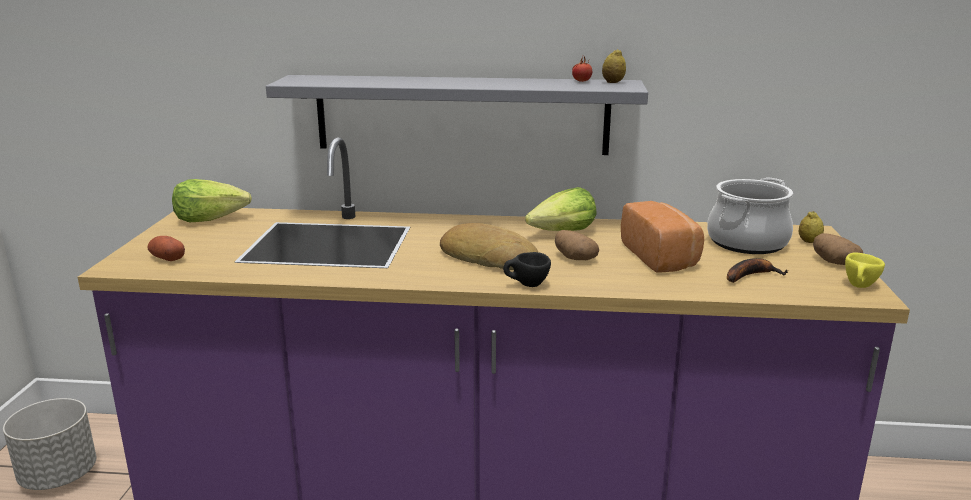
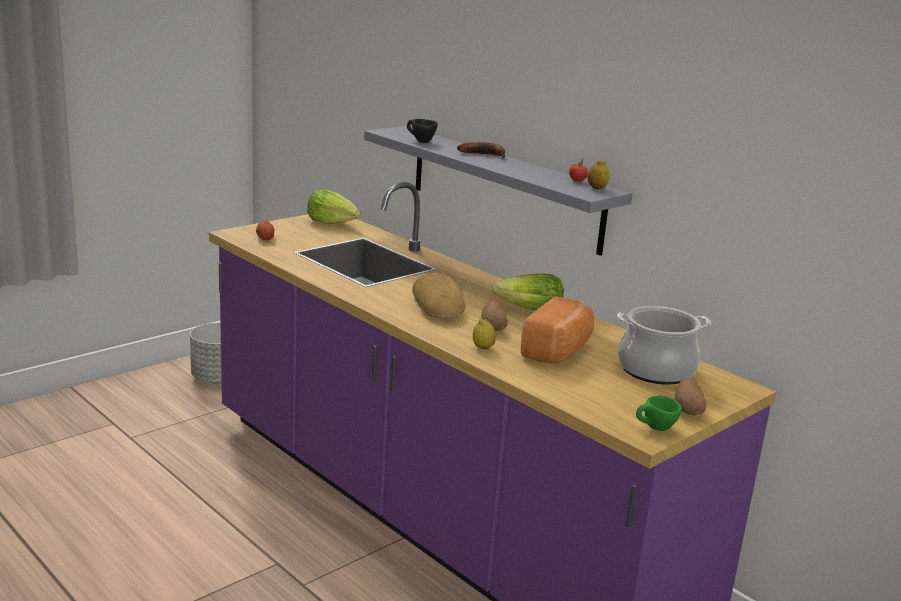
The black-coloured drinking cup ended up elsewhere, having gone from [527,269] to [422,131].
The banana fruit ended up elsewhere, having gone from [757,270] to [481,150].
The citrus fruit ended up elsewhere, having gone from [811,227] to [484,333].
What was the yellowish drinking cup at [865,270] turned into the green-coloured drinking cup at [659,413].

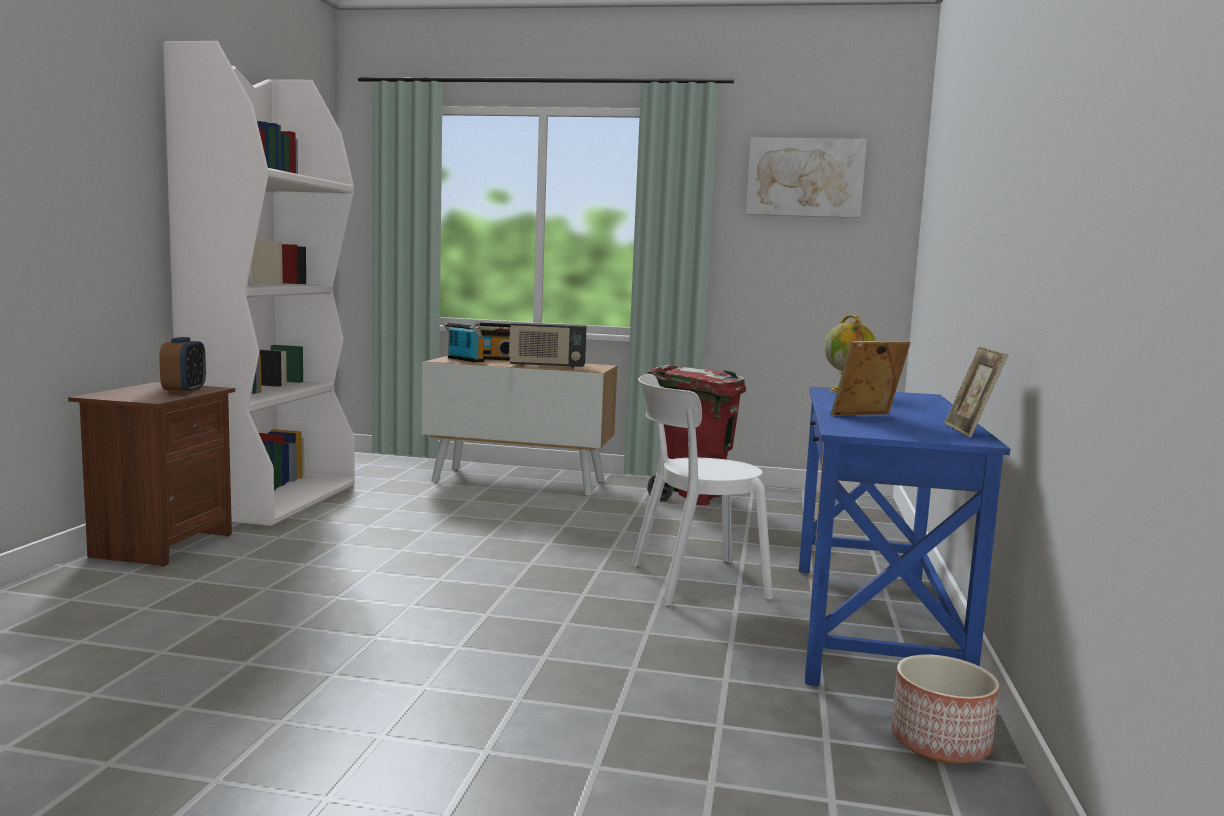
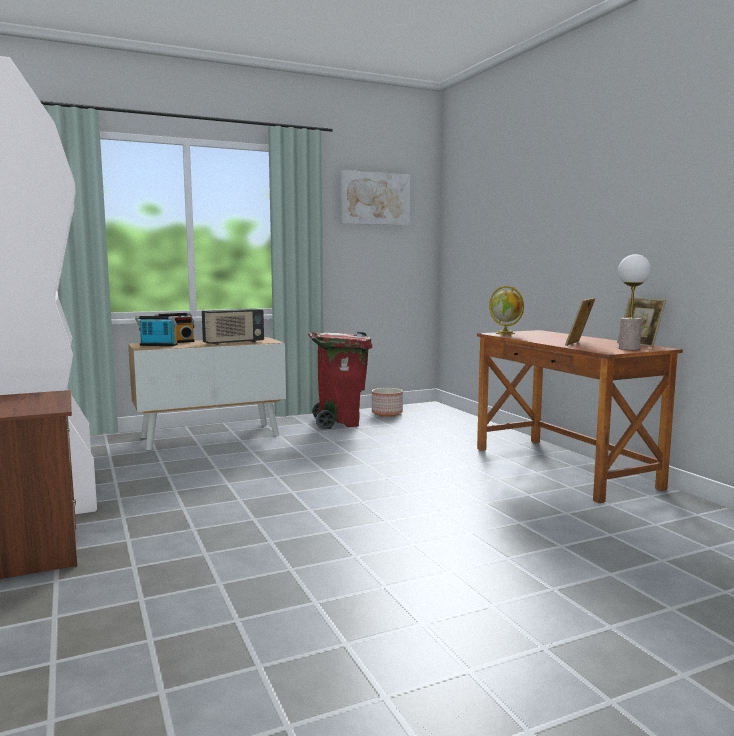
The planter ended up elsewhere, having gone from [945,709] to [387,402].
What was the blue desk at [904,536] turned into the brown desk at [580,416].
The second view gained the tabletop lamp at [634,302].
The second view lost the bedside clock at [182,365].
The second view lost the white-coloured upright chair at [702,490].

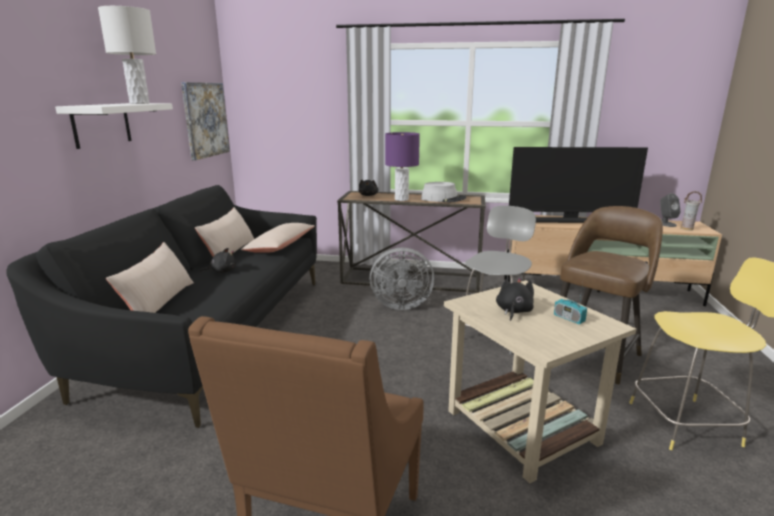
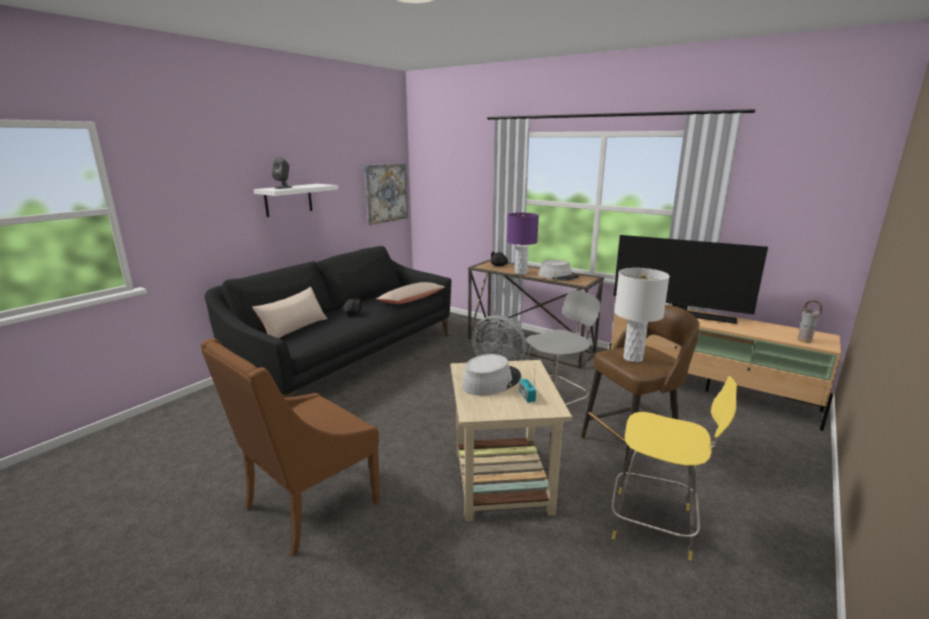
The greyish speaker ended up elsewhere, having gone from [670,210] to [282,173].
Where the black-coloured plush toy stood at [515,299], the greyish wearable hat came to stand at [491,375].
The white-coloured tabletop lamp ended up elsewhere, having gone from [127,55] to [641,315].
The second view lost the sand-coloured pillow at [224,232].

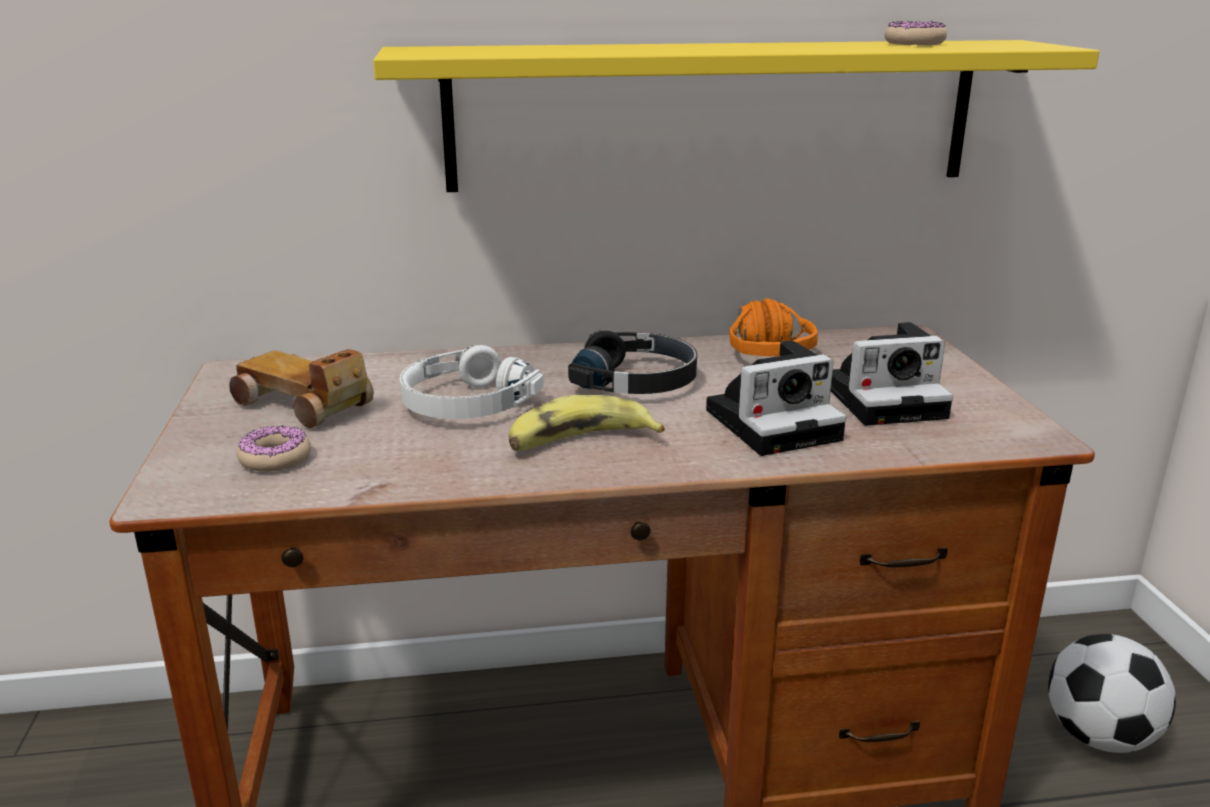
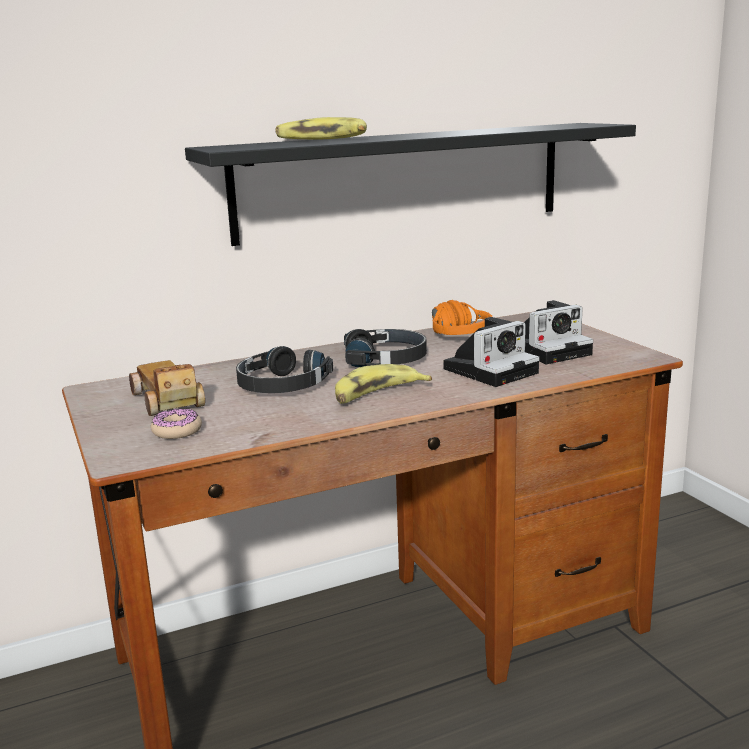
The model car at [301,388] ended up facing another way, 45 degrees clockwise from before.
What was the yellowish wall shelf at [736,116] turned into the black-coloured wall shelf at [410,184].
What was the white-coloured headset at [472,382] turned into the black-coloured headset at [284,369].
The second view gained the banana fruit at [321,128].
The second view lost the doughnut at [916,33].
The second view lost the football at [1112,693].

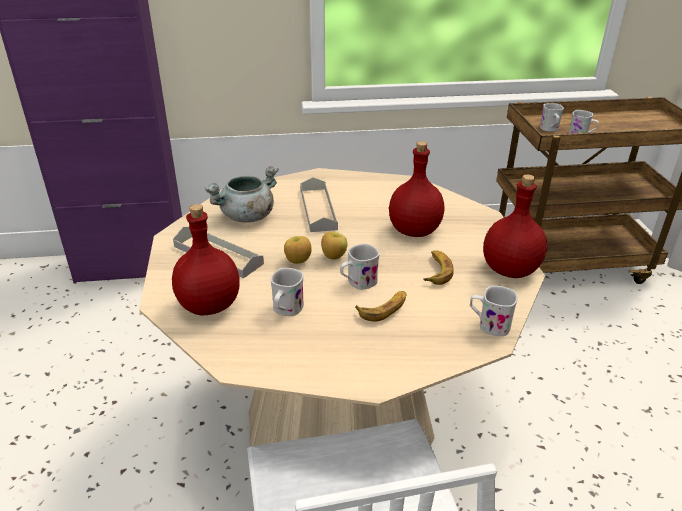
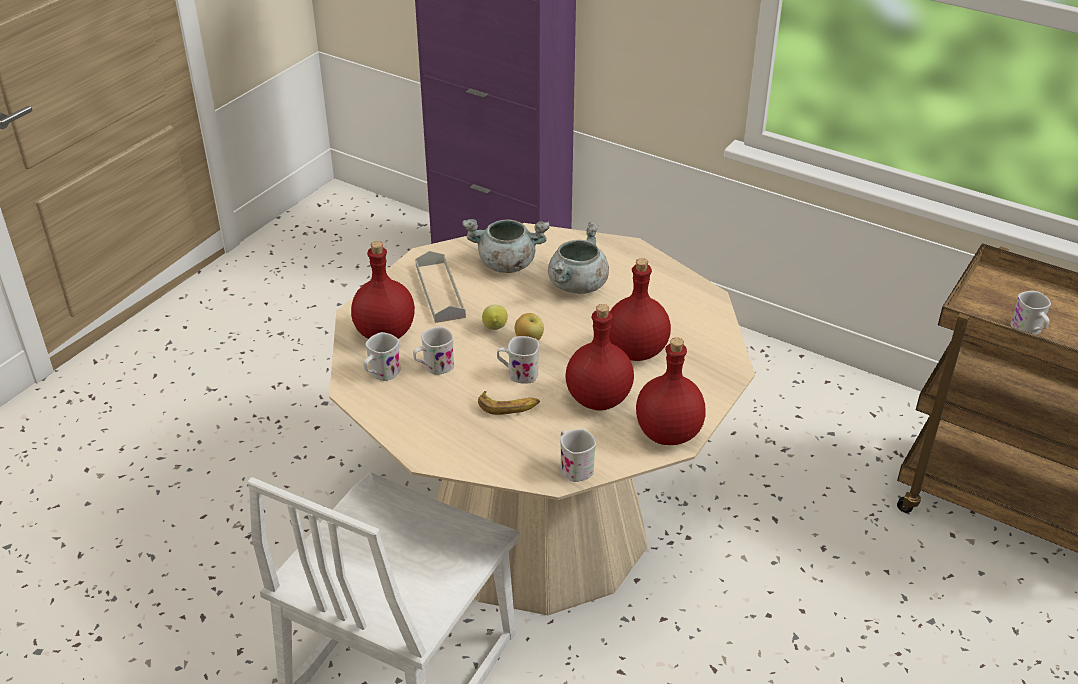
The white-coloured tea mug ended up elsewhere, having gone from [552,117] to [382,356].
Where the apple fruit stood at [298,250], the citrus fruit came to stand at [495,317].
Where the greyish tray stood at [319,204], the greyish stockpot came to stand at [578,258].
Where the banana fruit stood at [438,268], the reddish bottle came to stand at [599,357].

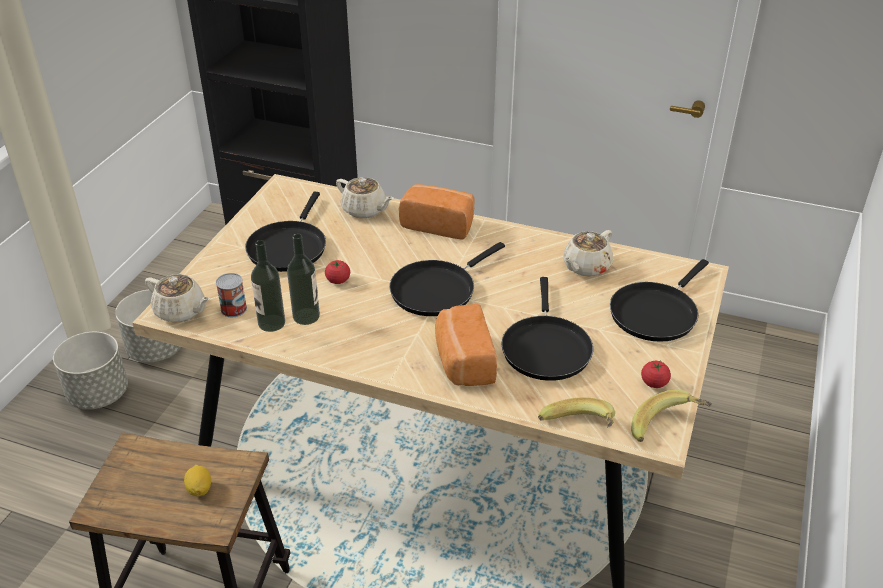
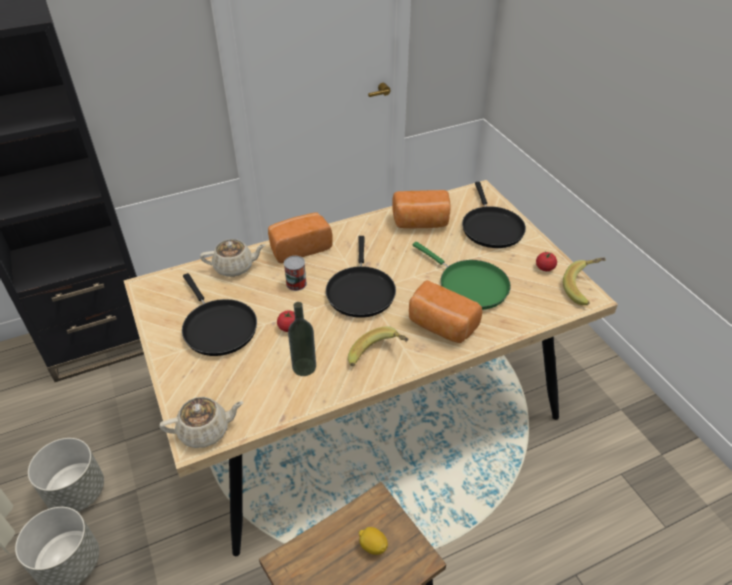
The can ended up elsewhere, having gone from [231,295] to [295,273].
The banana fruit ended up elsewhere, having gone from [576,412] to [378,346].
Where the sand-coloured teapot stood at [588,253], the baked bread came to stand at [421,209].
What was the black-coloured frying pan at [547,329] turned into the green-coloured frying pan at [462,276].
The second view lost the bottle at [268,286].

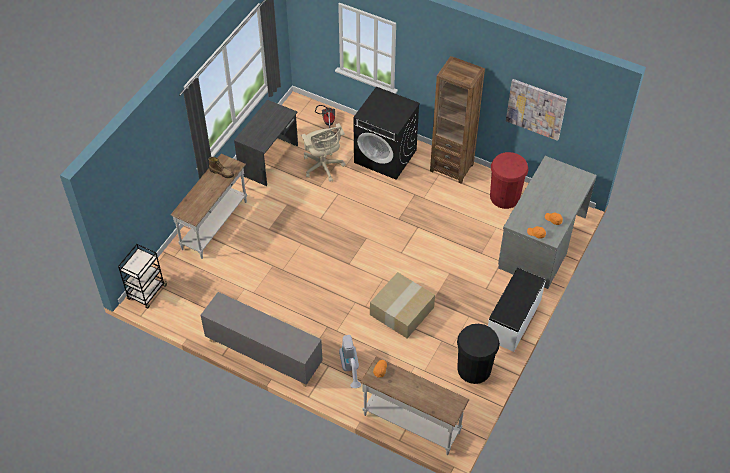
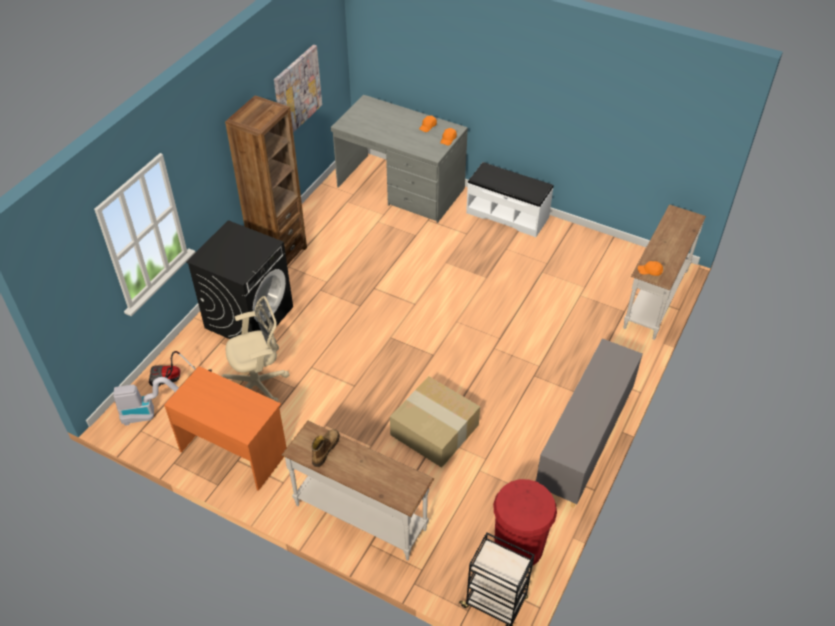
The vacuum ended up elsewhere, having gone from [350,361] to [146,401].
What was the greyish desk at [266,143] turned into the orange-coloured desk at [225,428].
The cardboard box ended up elsewhere, having gone from [402,305] to [435,422].
The reddish waste bin ended up elsewhere, having gone from [509,180] to [525,522].
The second view lost the black-coloured waste bin at [478,354].

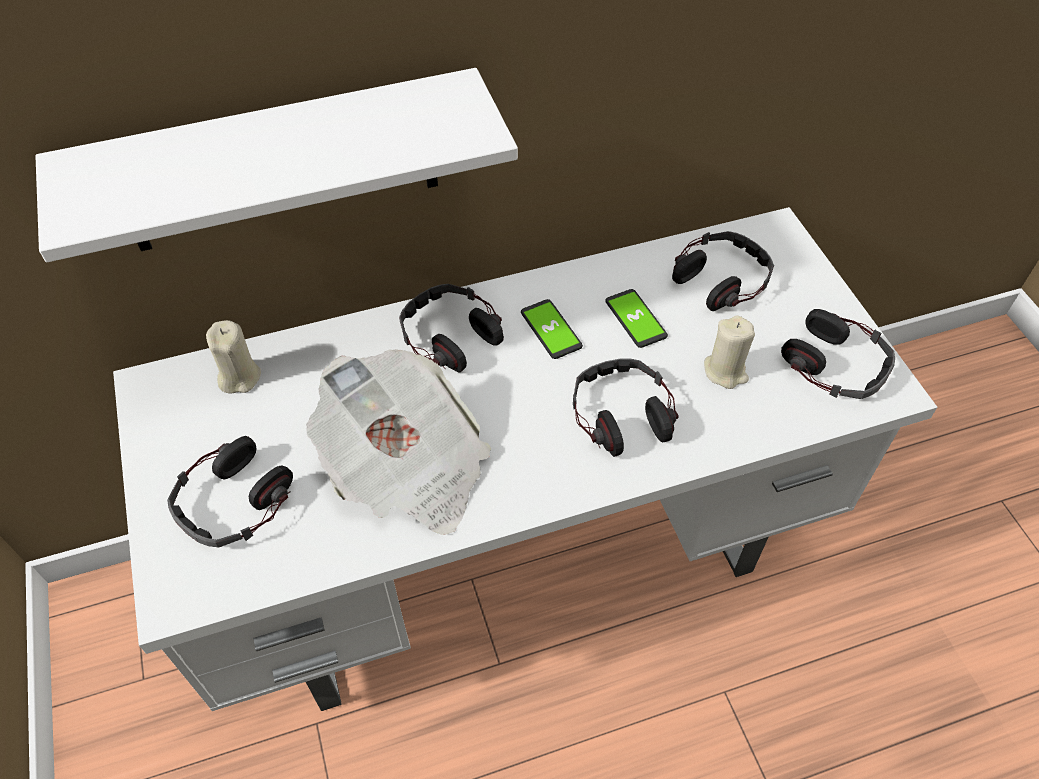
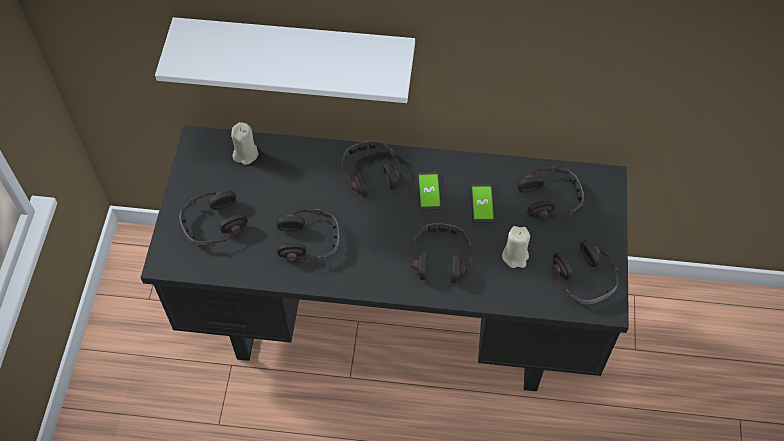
What was the white-coloured desk at [525,459] turned into the black-coloured desk at [385,258].
Where the newspaper stood at [398,442], the headset came to stand at [308,236].

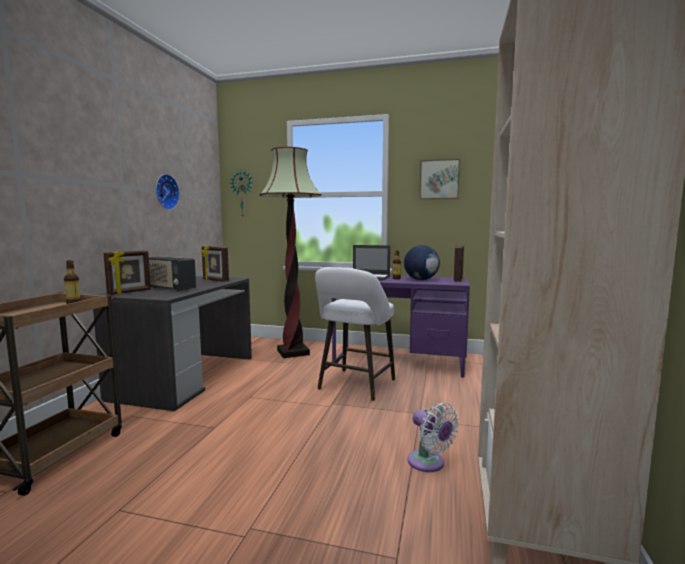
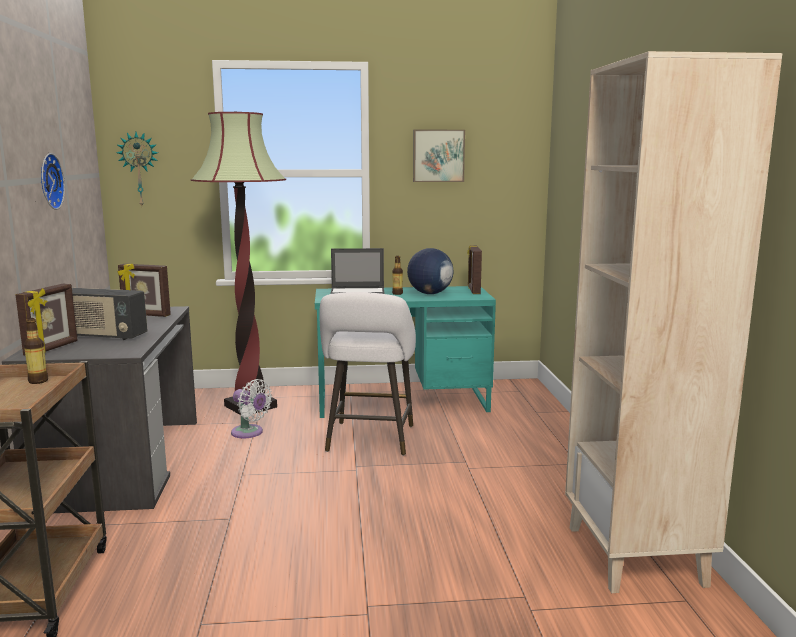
The white-coloured cooling fan ended up elsewhere, having gone from [433,437] to [251,408].
What was the purple-coloured desk at [401,327] turned into the blue-green desk at [405,352].

